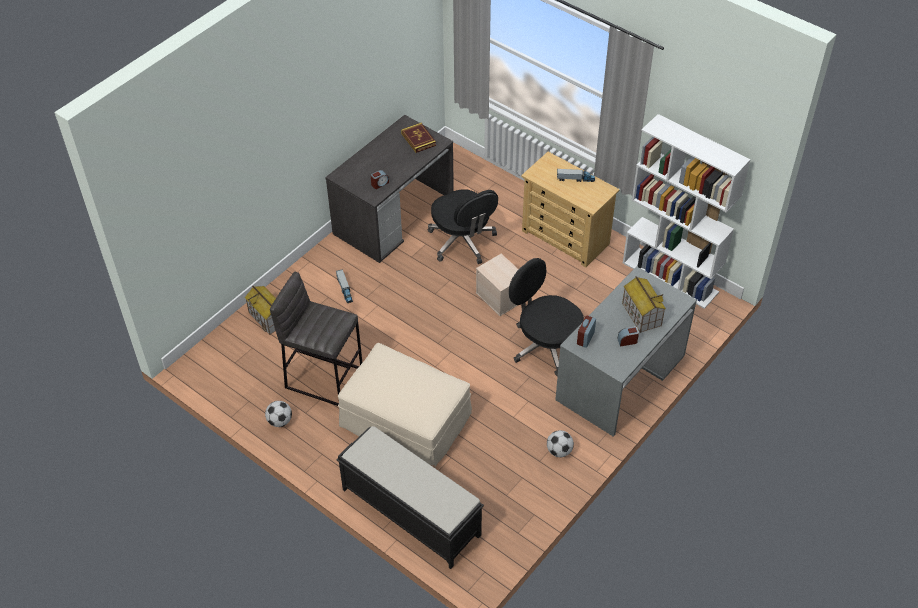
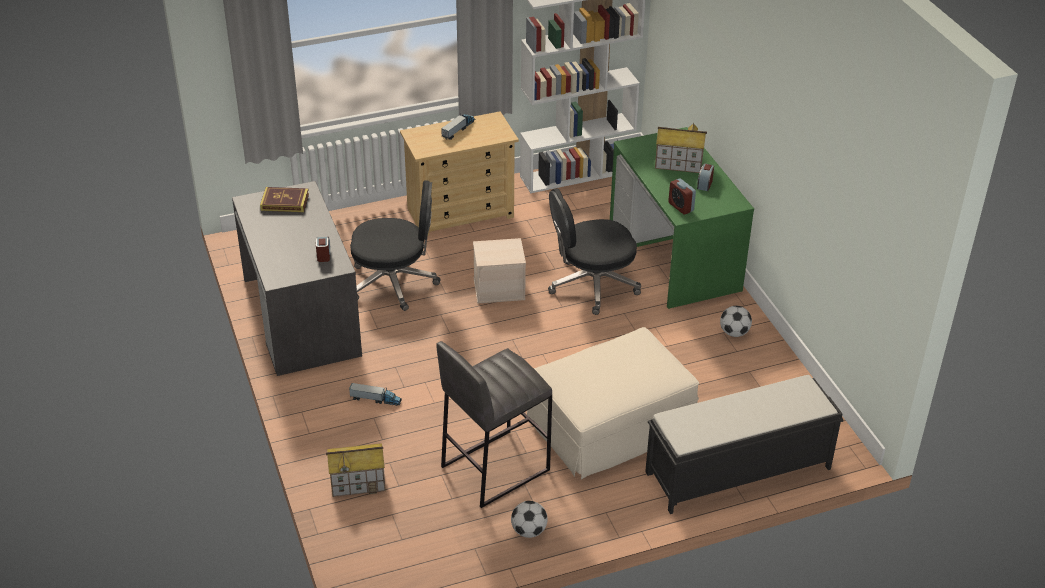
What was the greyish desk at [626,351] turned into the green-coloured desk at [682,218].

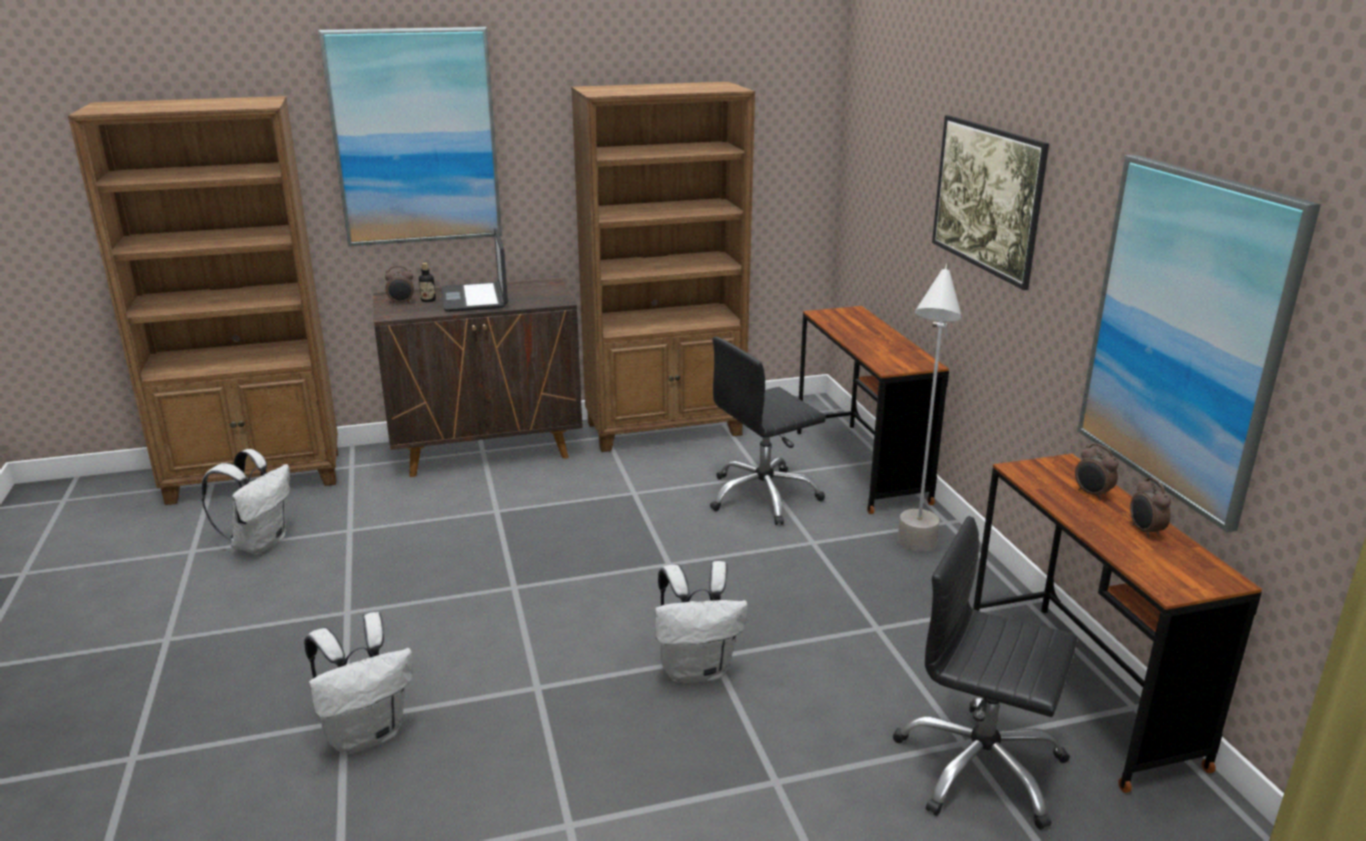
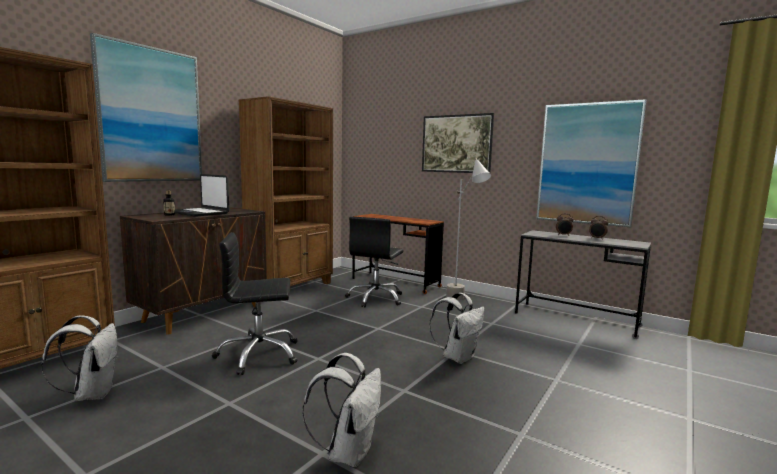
The black-coloured computer chair ended up elsewhere, having gone from [985,673] to [254,303].
What was the brown desk at [1117,623] turned into the greyish desk at [583,284].
The second view lost the bedside clock at [399,285].

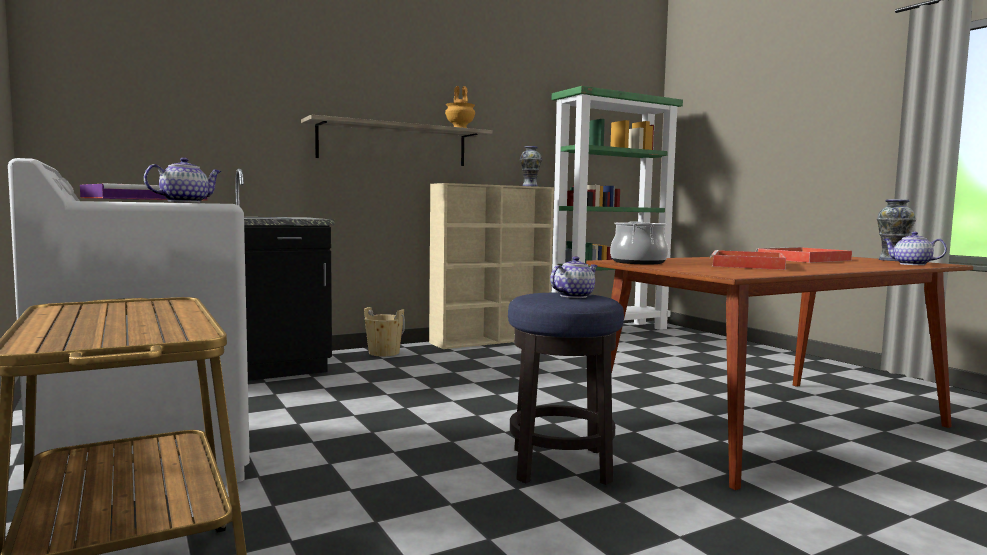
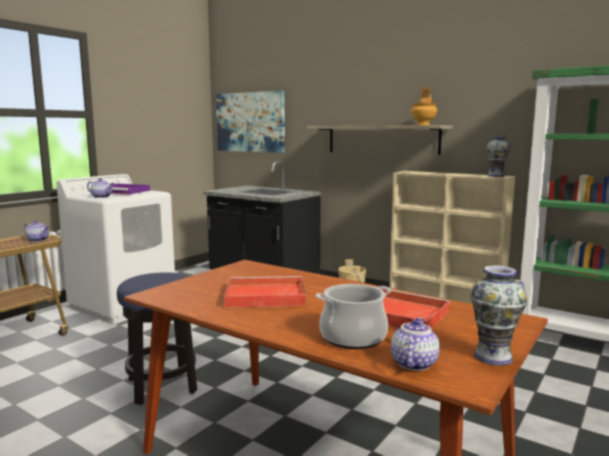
The teapot ended up elsewhere, having gone from [574,277] to [36,231].
The second view gained the picture at [250,122].
The stockpot ended up elsewhere, having gone from [639,242] to [354,316].

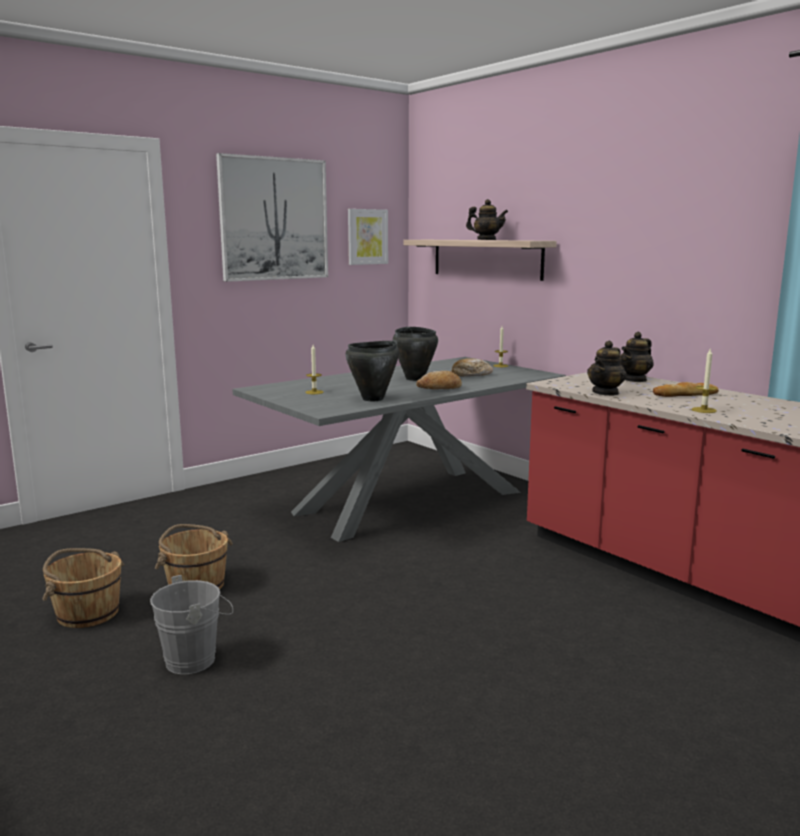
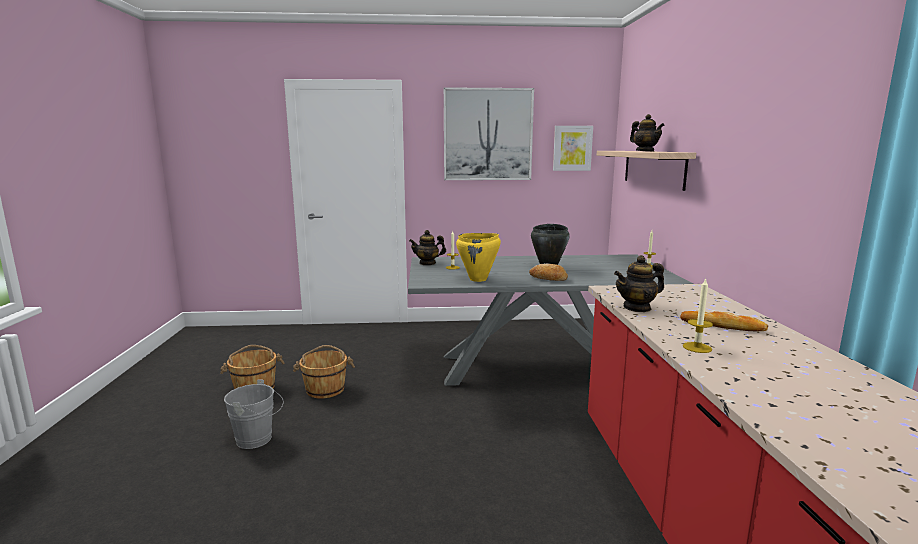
The teapot ended up elsewhere, having gone from [637,357] to [427,247].
What was the black-coloured stockpot at [372,371] turned into the yellowish stockpot at [478,257].
The second view lost the baked bread at [472,367].

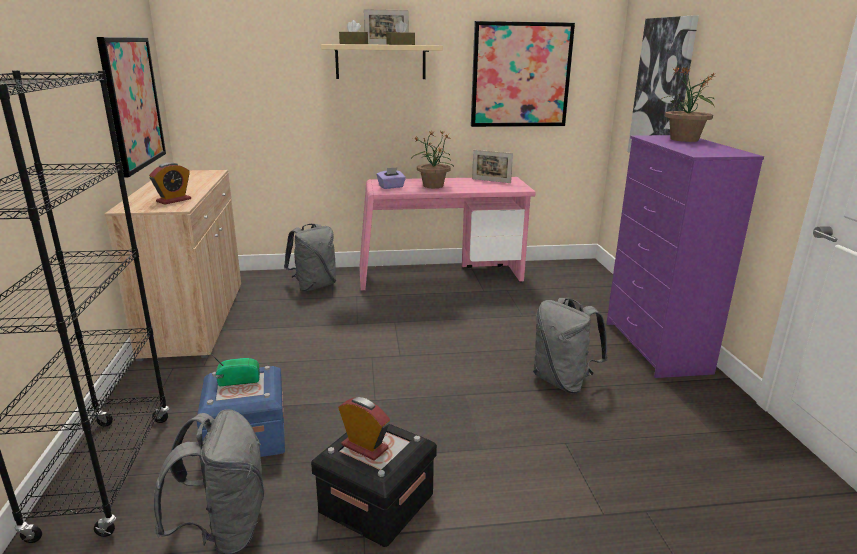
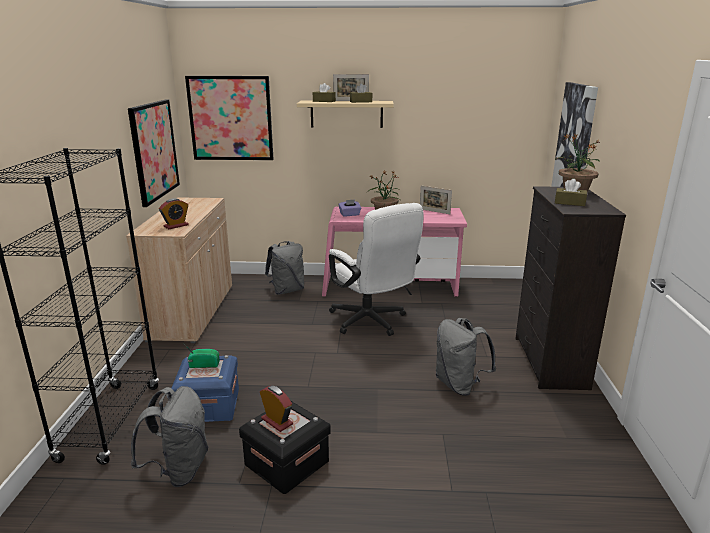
The picture ended up elsewhere, having gone from [523,74] to [229,118].
The second view gained the white-coloured computer chair at [376,269].
What was the purple-coloured drawer chest at [685,256] turned into the black-coloured drawer chest at [570,288].
The second view gained the brown tissue holder at [571,192].

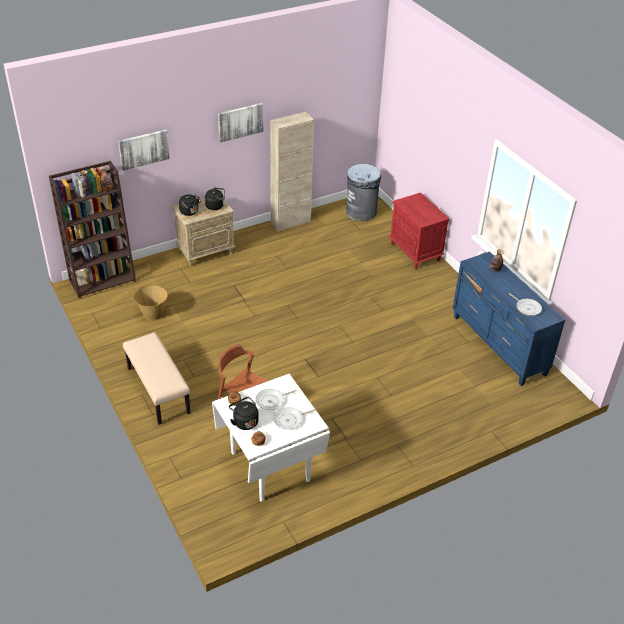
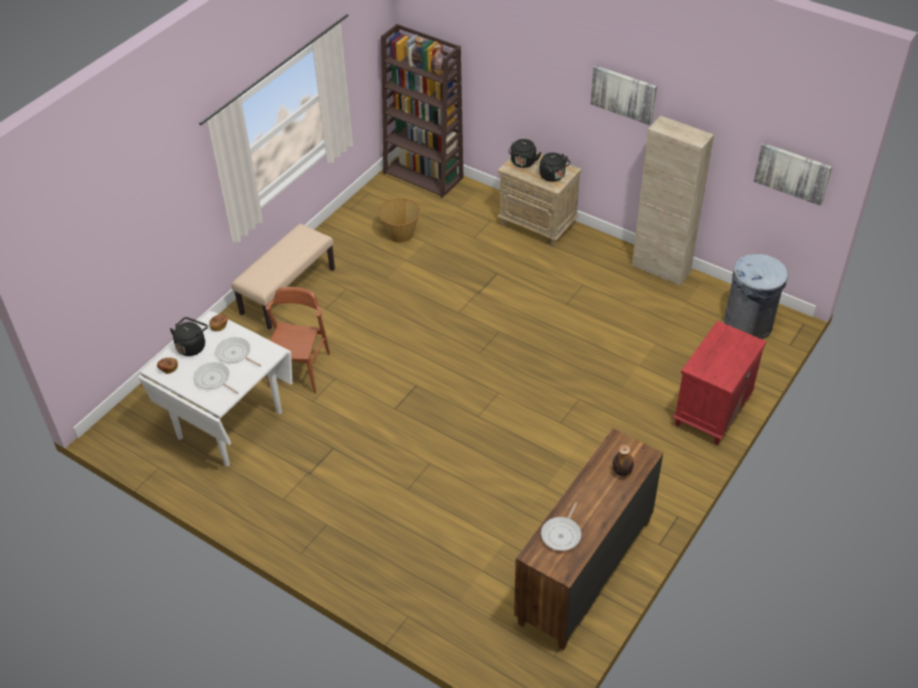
What was the blue drawer chest at [508,319] turned into the brown drawer chest at [588,539].
The picture ended up elsewhere, having gone from [144,150] to [793,174].

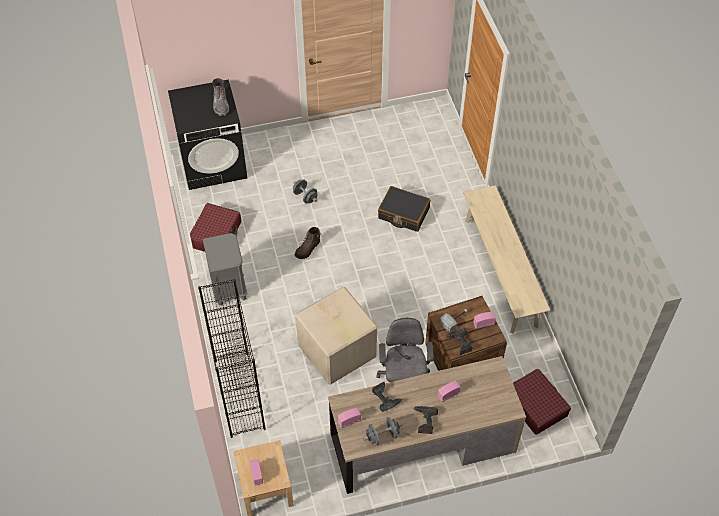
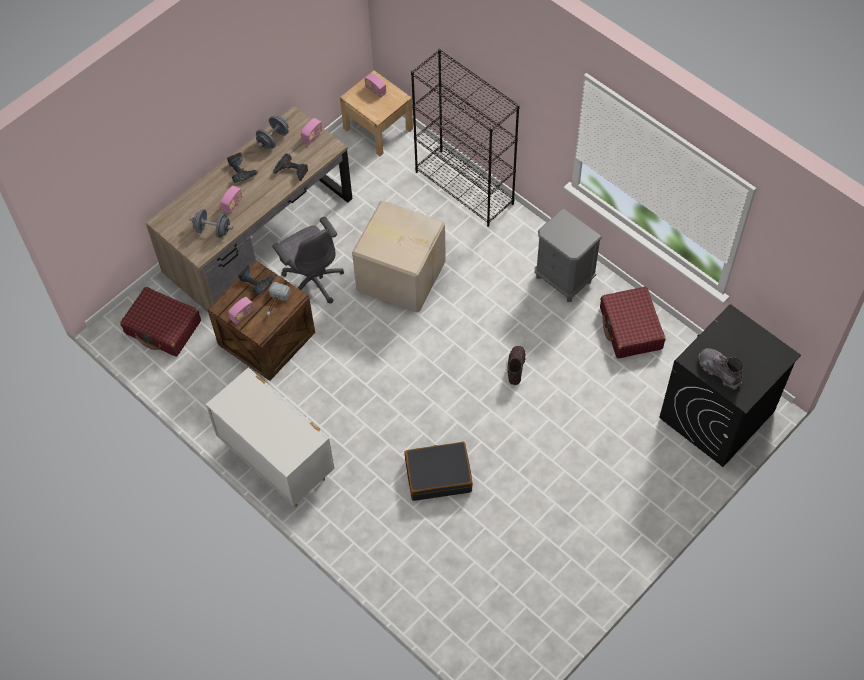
The greyish free weight ended up elsewhere, having gone from [305,191] to [211,223].
Where the sand-coloured indoor bench stood at [506,259], the white-coloured drawer chest came to stand at [270,437].

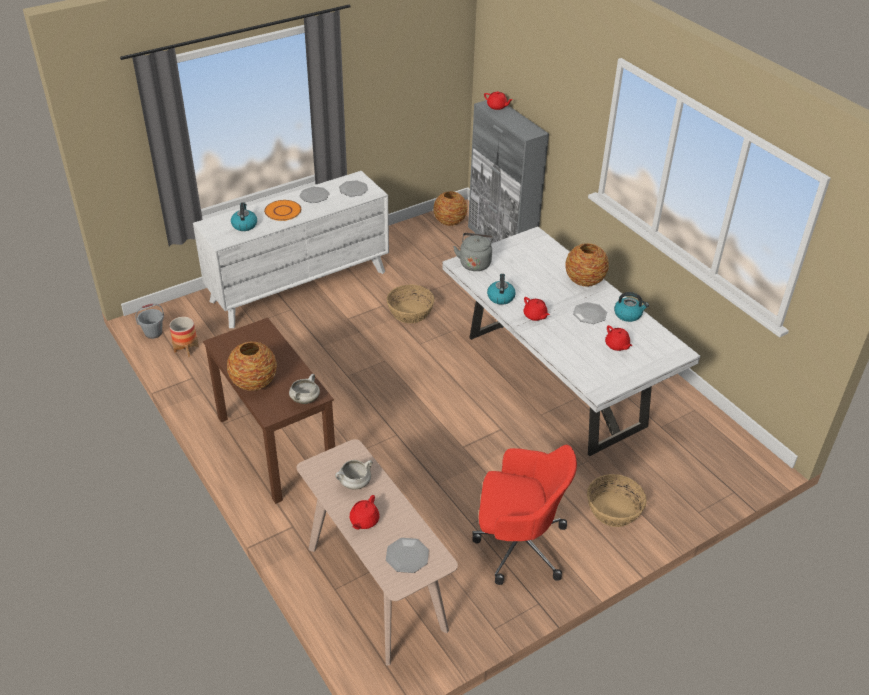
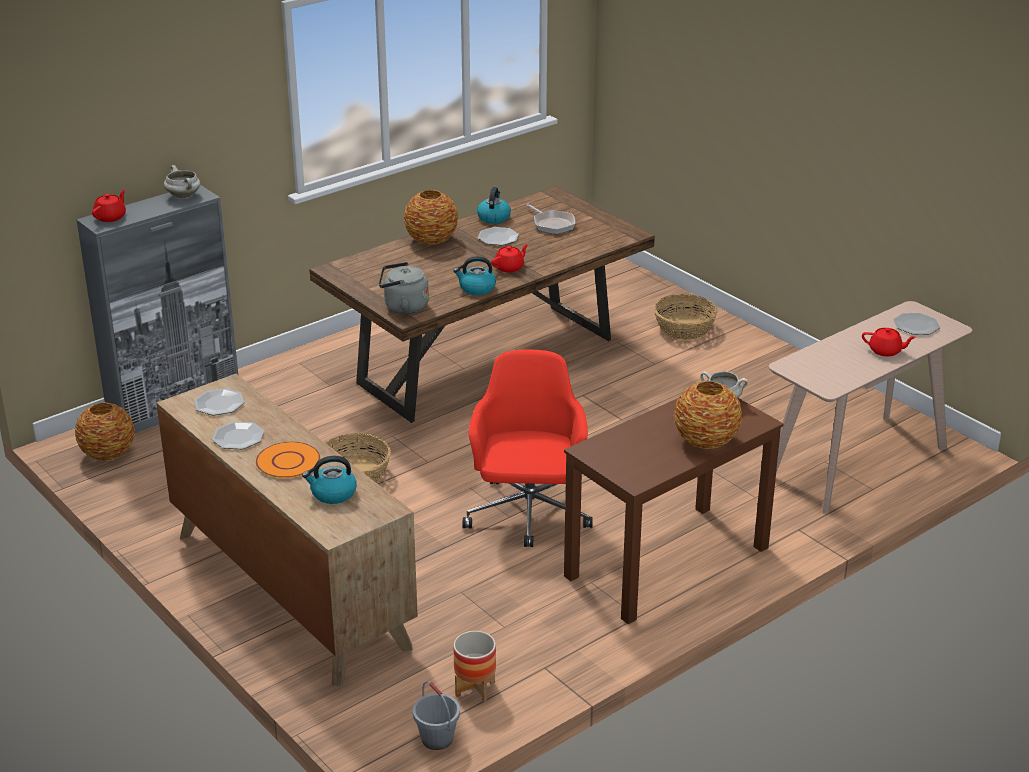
What was the white-coloured drawer chest at [291,249] turned into the brown drawer chest at [287,530].
The white-coloured stockpot ended up elsewhere, having gone from [354,474] to [182,181].
What was the white-coloured dinner table at [571,341] turned into the brown dinner table at [482,304].
The reddish computer chair ended up elsewhere, having gone from [524,515] to [528,448].
Where the reddish teapot stood at [618,338], the frying pan came to stand at [551,219].

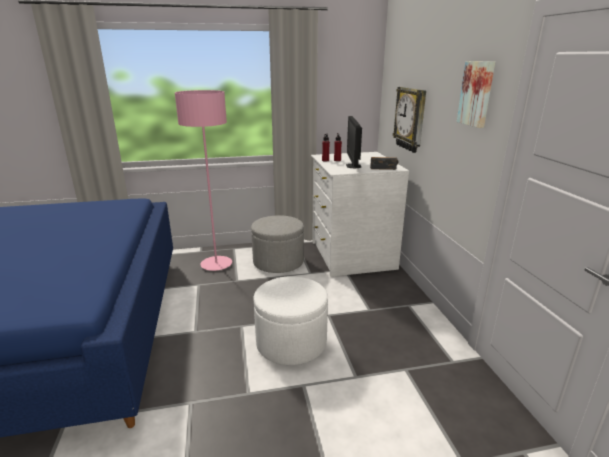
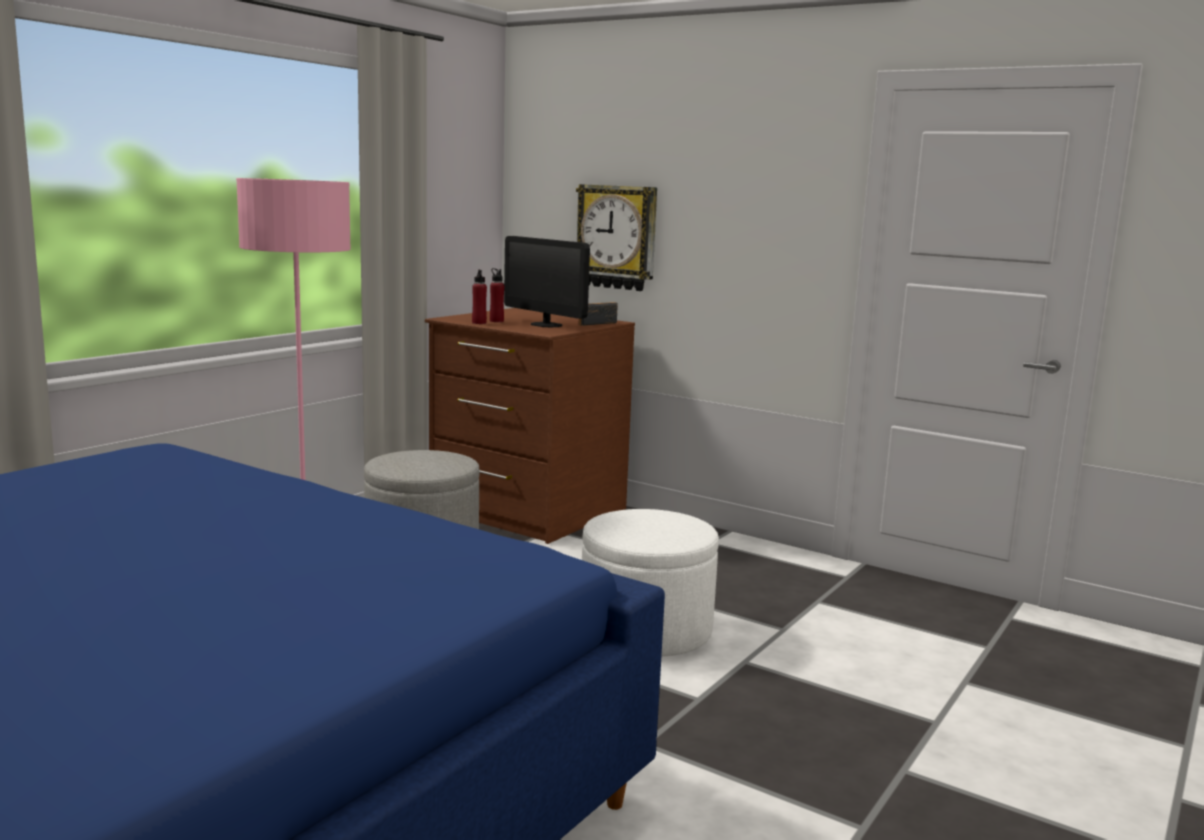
What was the white-coloured drawer chest at [360,214] turned into the brown drawer chest at [530,426].
The second view lost the picture at [476,94].

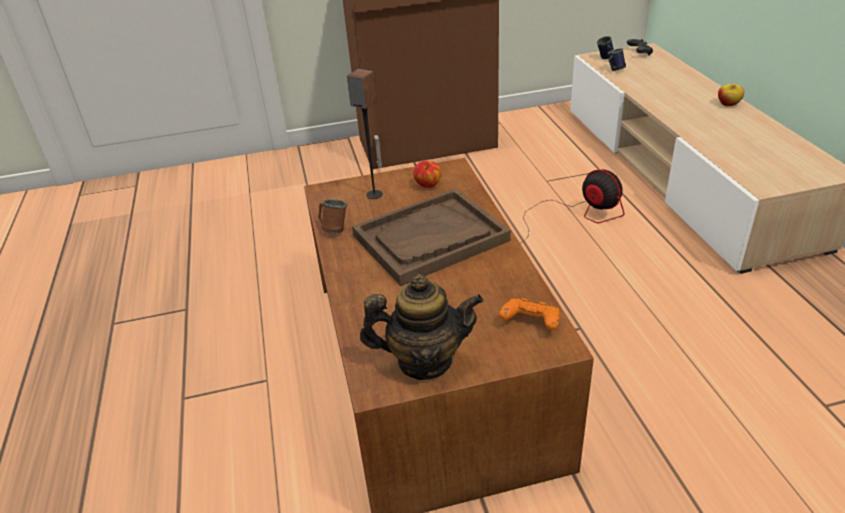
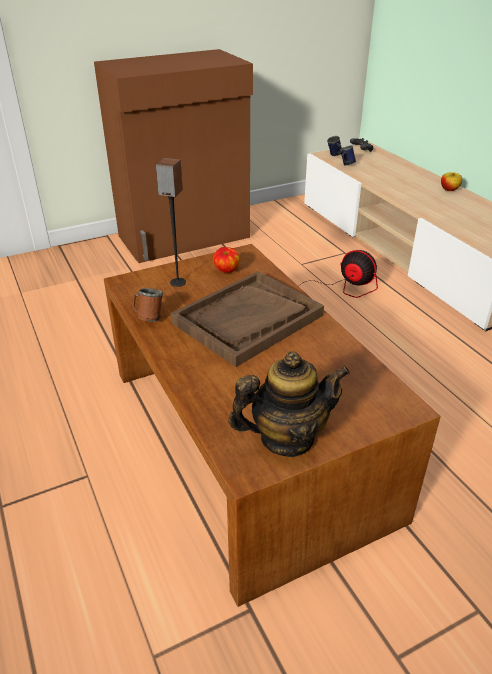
The second view lost the orange-coloured game controller at [529,314].

